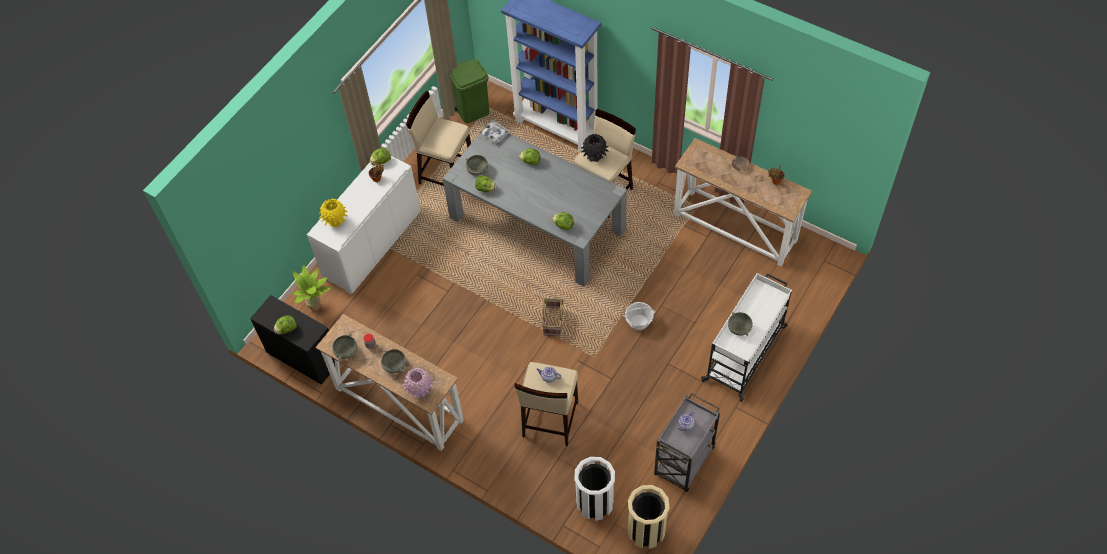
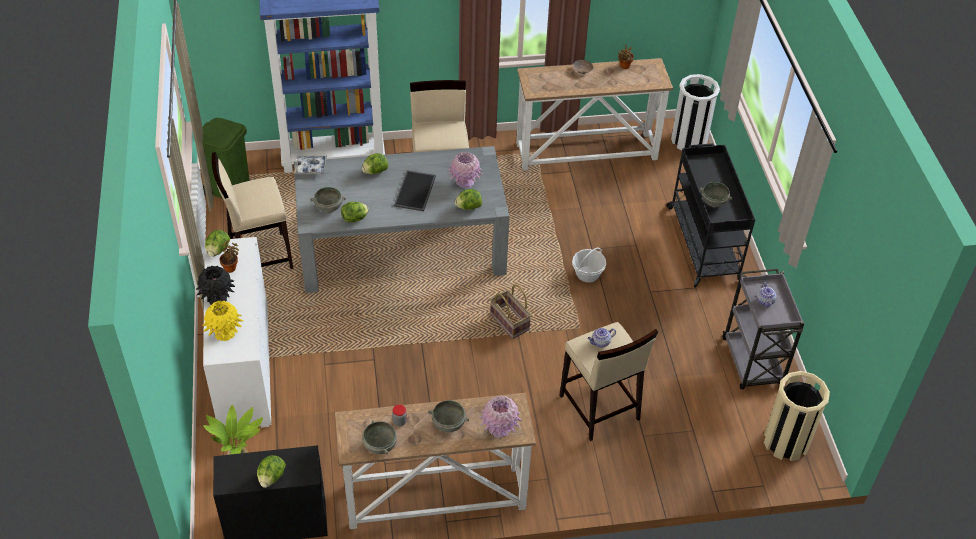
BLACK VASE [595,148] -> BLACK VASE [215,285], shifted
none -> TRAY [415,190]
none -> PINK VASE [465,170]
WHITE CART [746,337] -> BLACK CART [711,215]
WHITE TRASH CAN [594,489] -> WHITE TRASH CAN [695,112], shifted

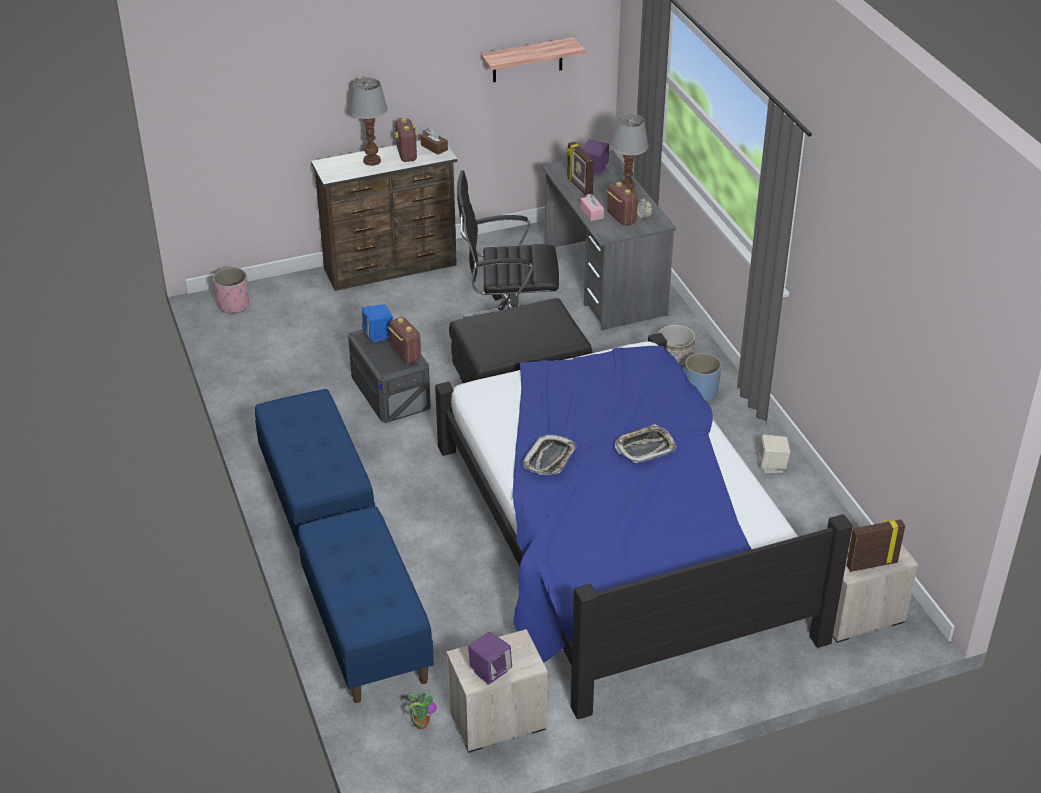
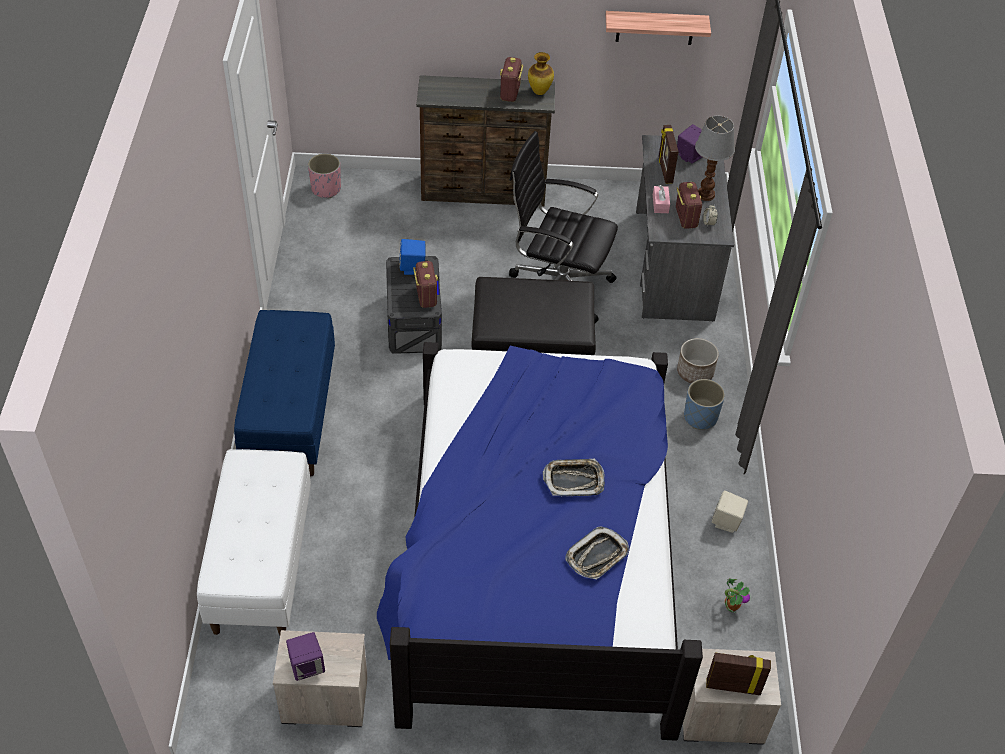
BLUE BENCH [366,604] -> WHITE BENCH [254,542]
BROWN TISSUE BOX [434,141] -> VASE [541,73]
TRAY [549,455] -> TRAY [597,552], shifted
POTTED PLANT [422,710] -> POTTED PLANT [737,595], shifted
TABLE LAMP [368,122] -> none

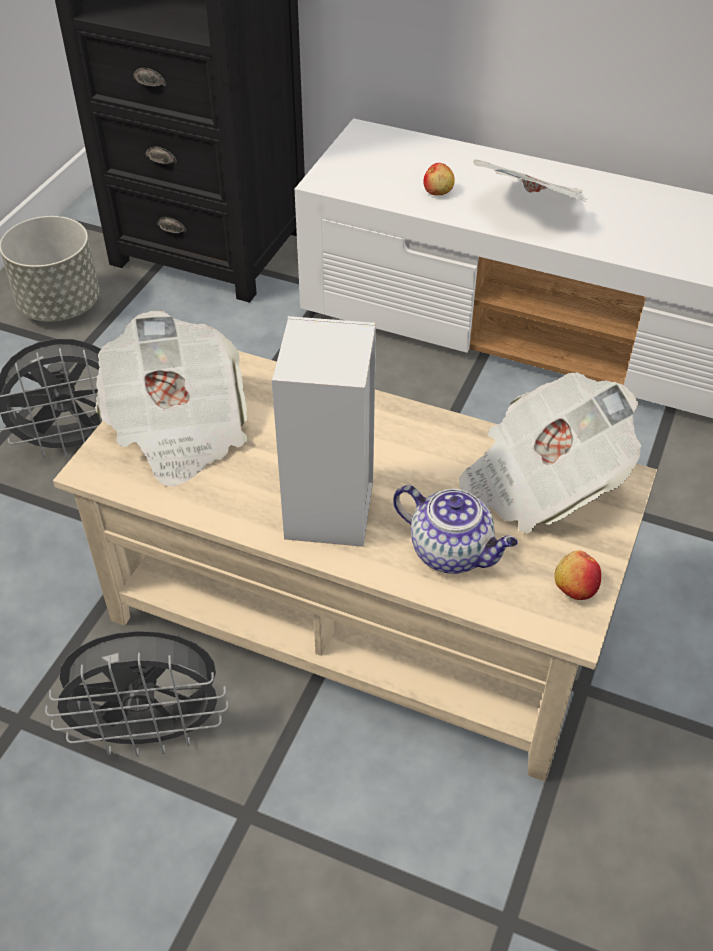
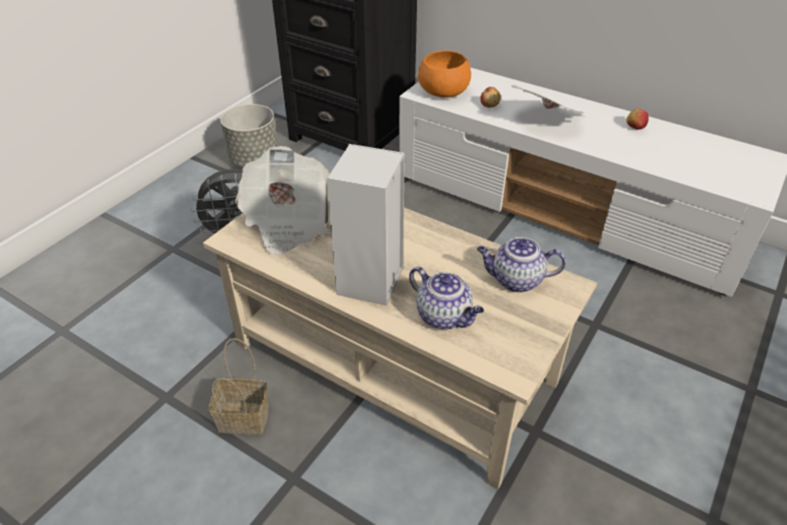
GREY FAN [136,694] -> BASKET [239,386]
none -> ORANGE BOWL [444,74]
NEWSPAPER [550,452] -> TEAPOT [521,264]
APPLE [577,575] -> APPLE [637,118], shifted

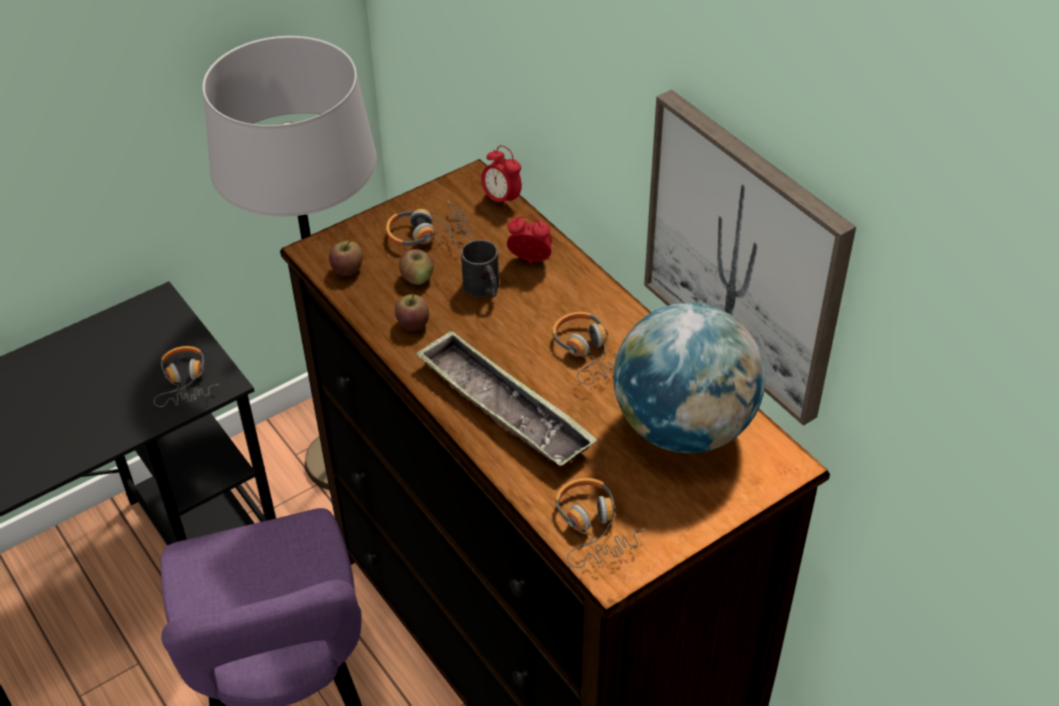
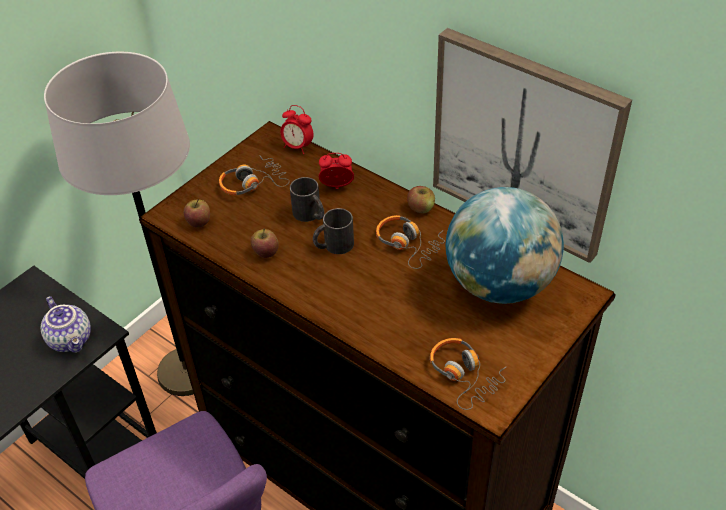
HEADPHONES [186,376] -> TEAPOT [66,324]
none -> BLACK MUG [333,231]
APPLE [416,267] -> APPLE [421,200], shifted
TRAY [506,398] -> none

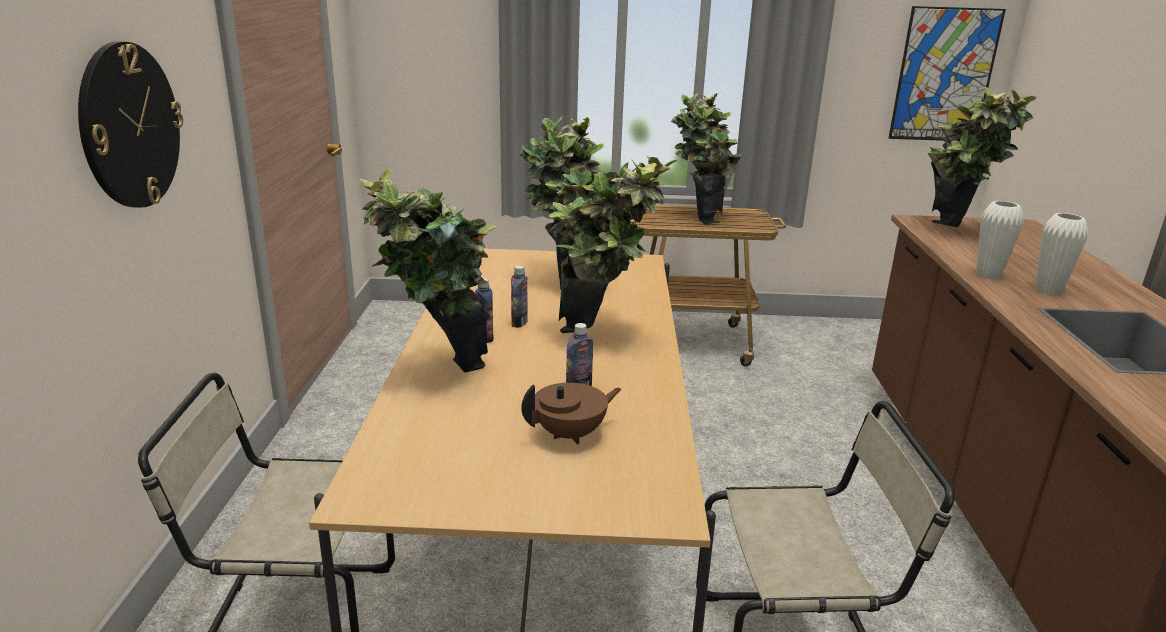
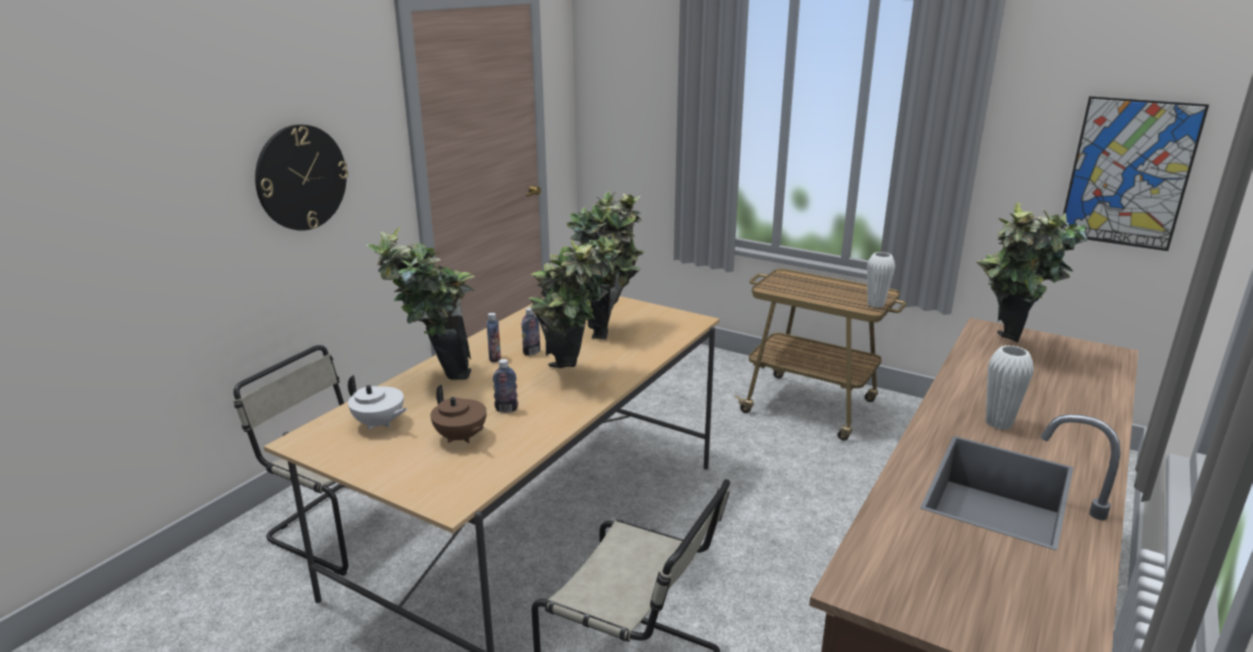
none -> WHITE TEAPOT [378,402]
BROWN TEAPOT [571,414] -> BROWN TEAPOT [458,414], 45 degrees clockwise
WHITE VASE [999,240] -> WHITE VASE [881,280], shifted
POTTED PLANT [706,159] -> none

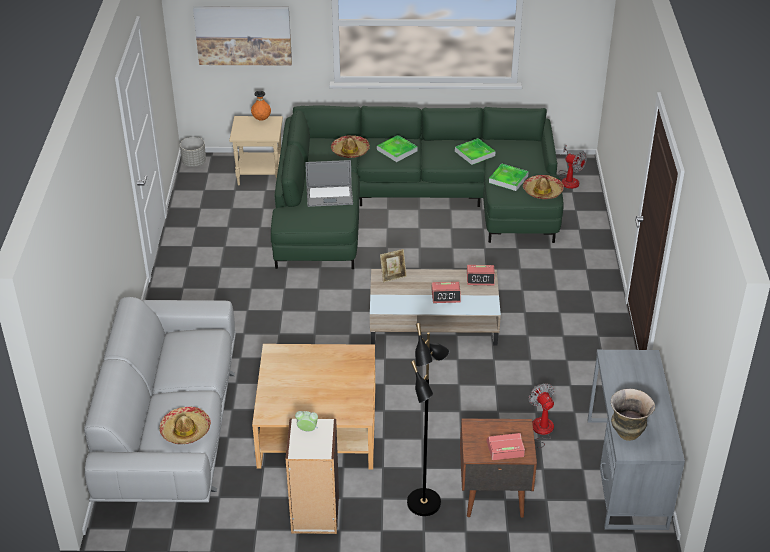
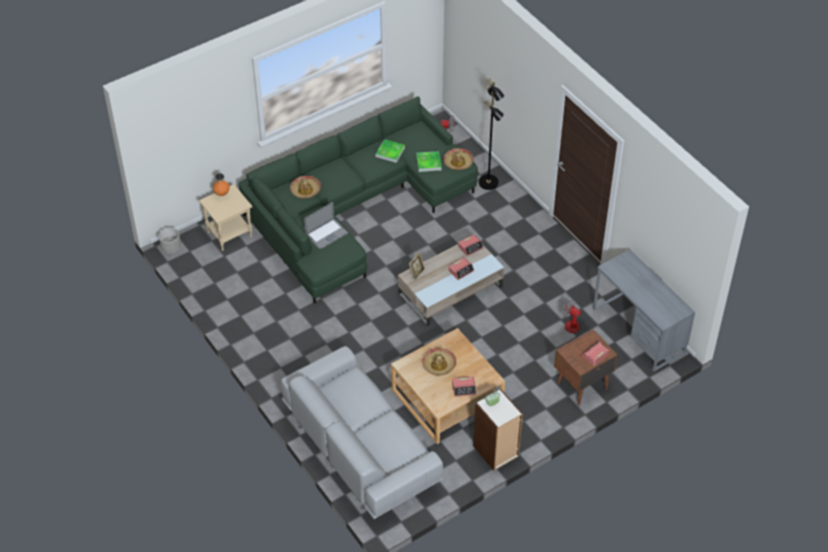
HAT [185,425] -> HAT [439,361], shifted
none -> ALARM CLOCK [464,387]
BLACK FLOOR LAMP [428,419] -> BLACK FLOOR LAMP [491,134], shifted
PICTURE [242,36] -> none
TRAY [397,148] -> none
VASE [633,415] -> none

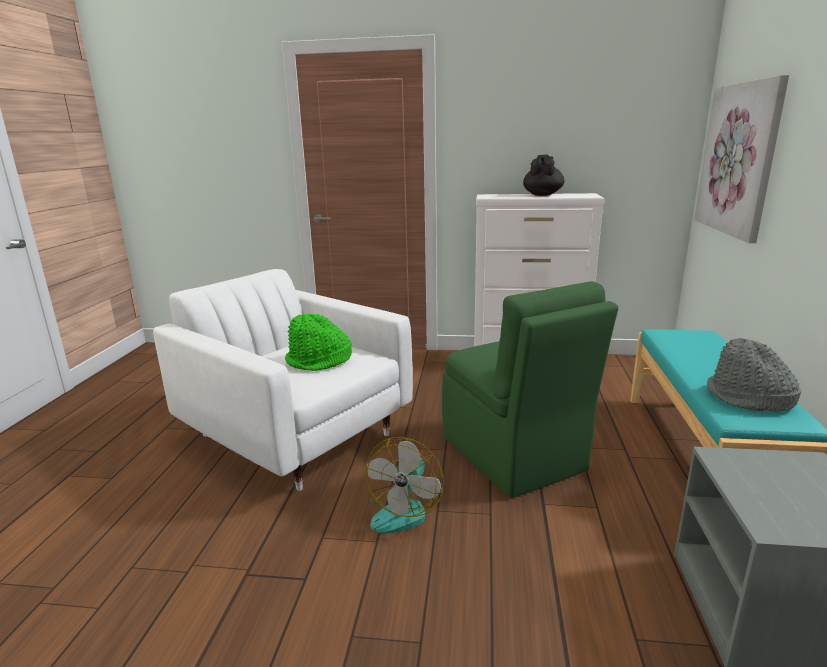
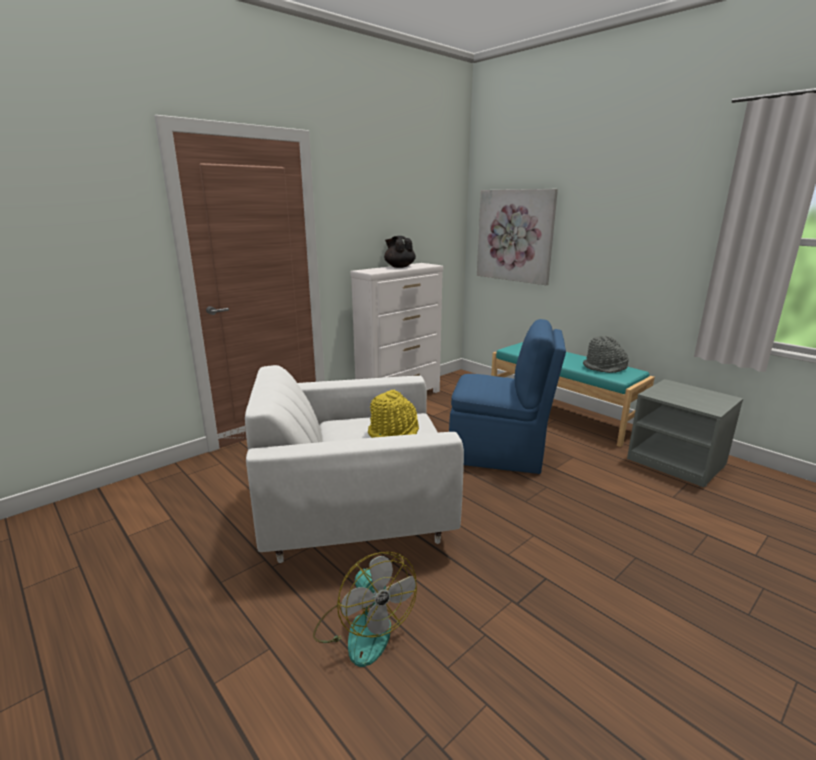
FAN [405,485] -> FAN [365,609], shifted
GREEN HAT [318,342] -> YELLOW HAT [393,414]
GREEN CHAIR [530,389] -> BLUE CHAIR [507,396]

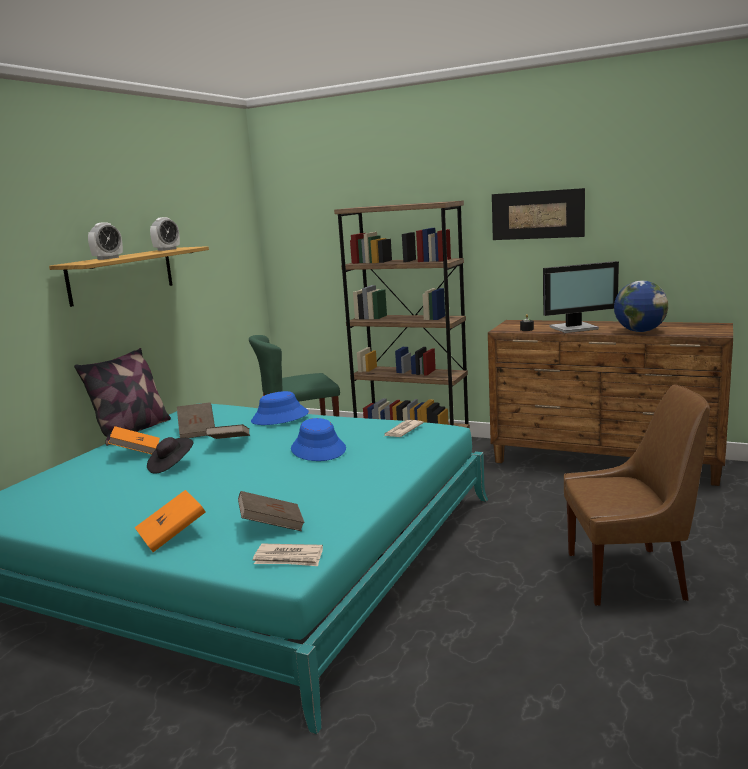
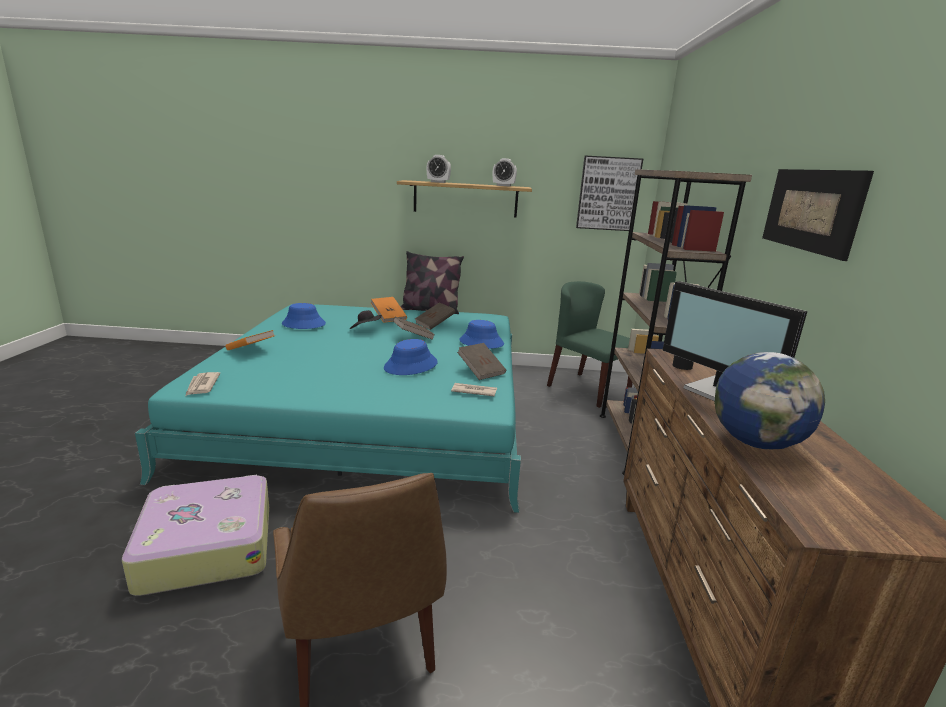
none -> SUITCASE [195,535]
none -> BLUE HAT [304,316]
BROWN BOOK [271,511] -> BROWN BOOK [481,361], shifted
none -> PICTURE [609,193]

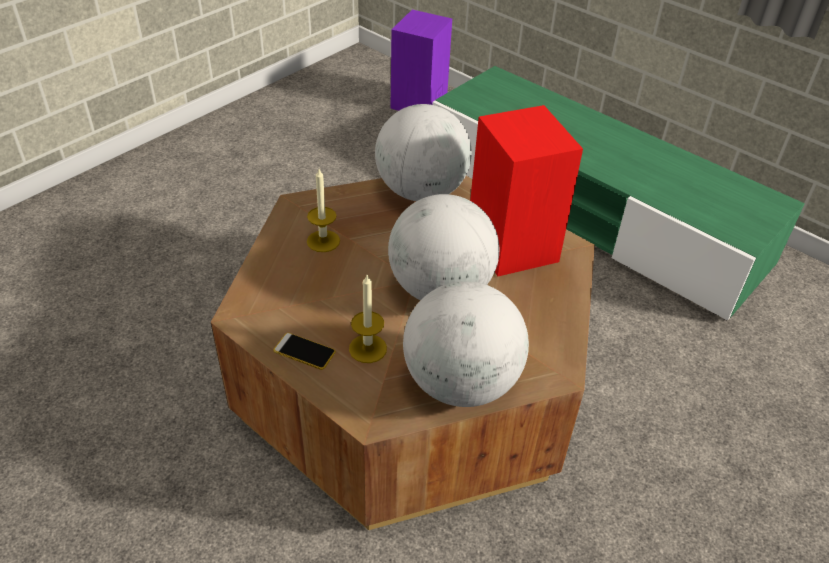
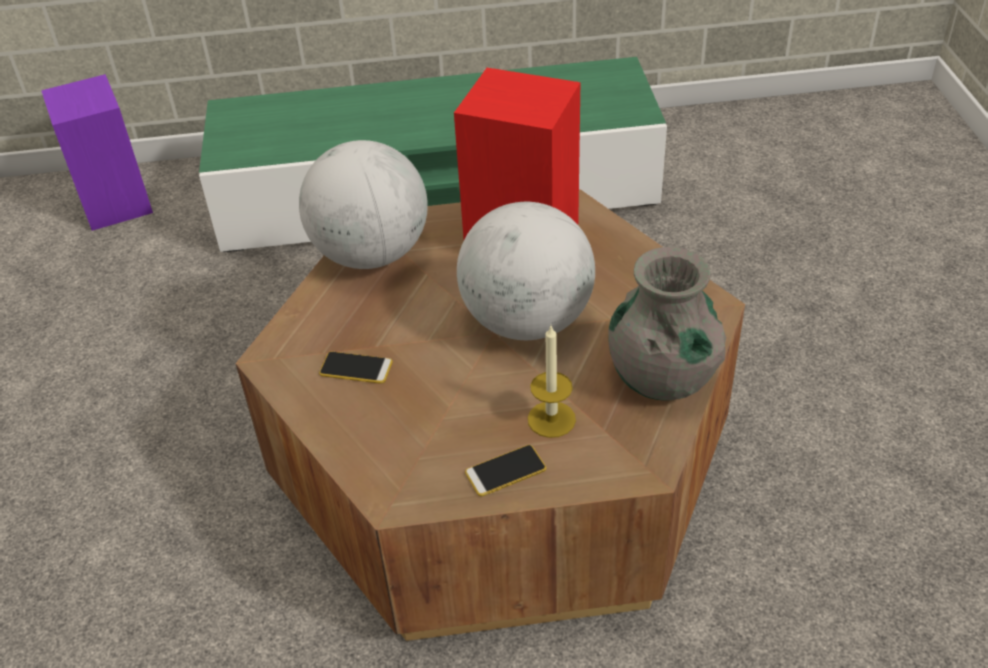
CANDLE [323,210] -> PHONE [356,367]
GLOBE [466,344] -> GREY VASE [667,323]

